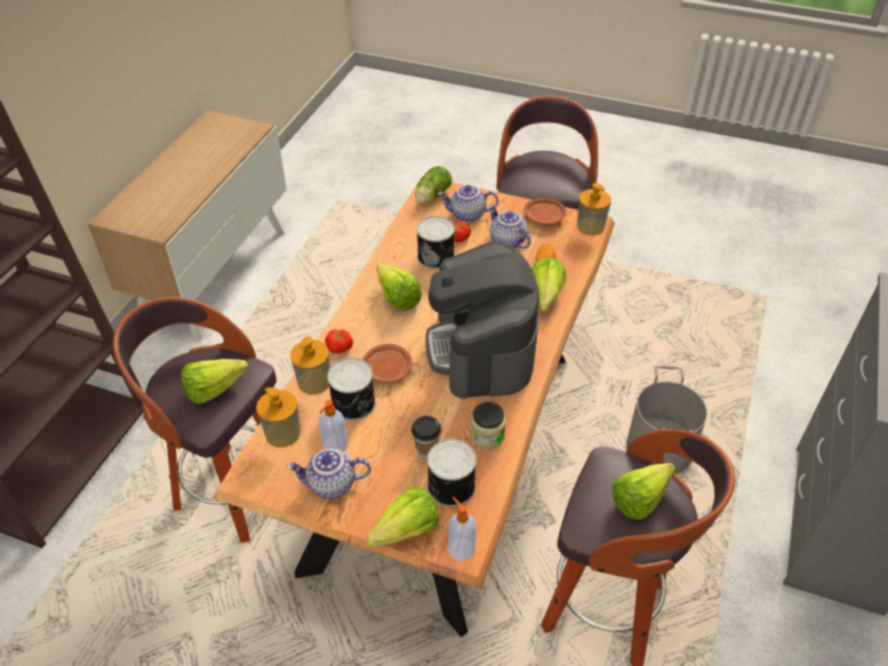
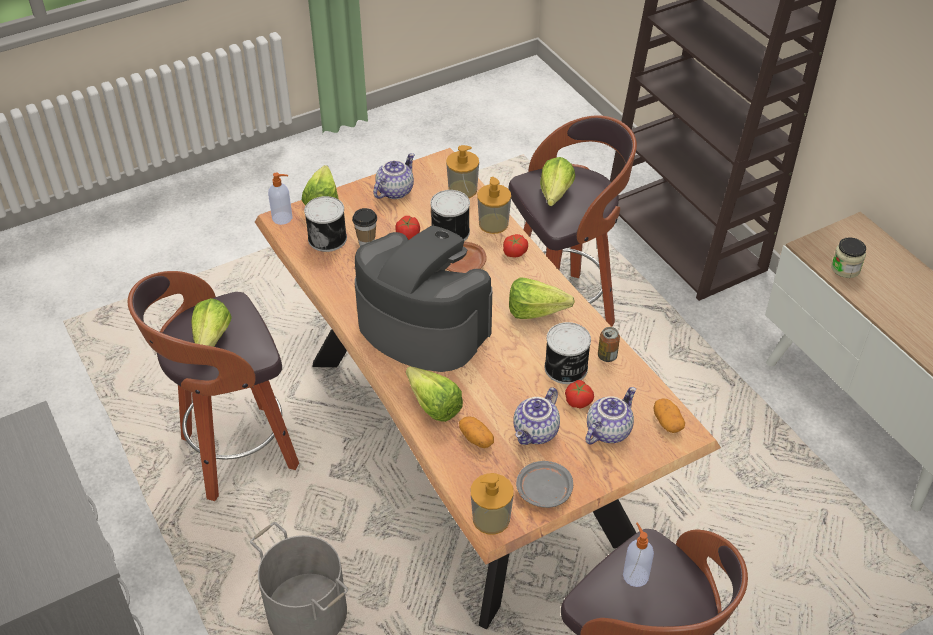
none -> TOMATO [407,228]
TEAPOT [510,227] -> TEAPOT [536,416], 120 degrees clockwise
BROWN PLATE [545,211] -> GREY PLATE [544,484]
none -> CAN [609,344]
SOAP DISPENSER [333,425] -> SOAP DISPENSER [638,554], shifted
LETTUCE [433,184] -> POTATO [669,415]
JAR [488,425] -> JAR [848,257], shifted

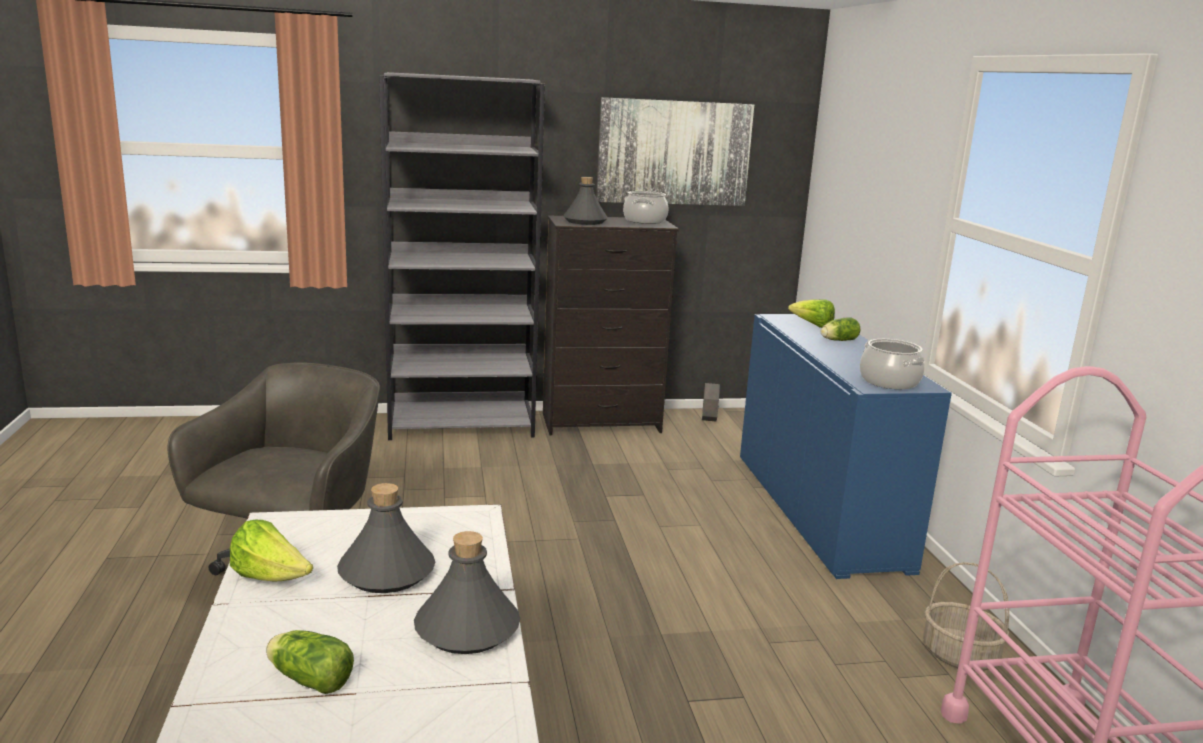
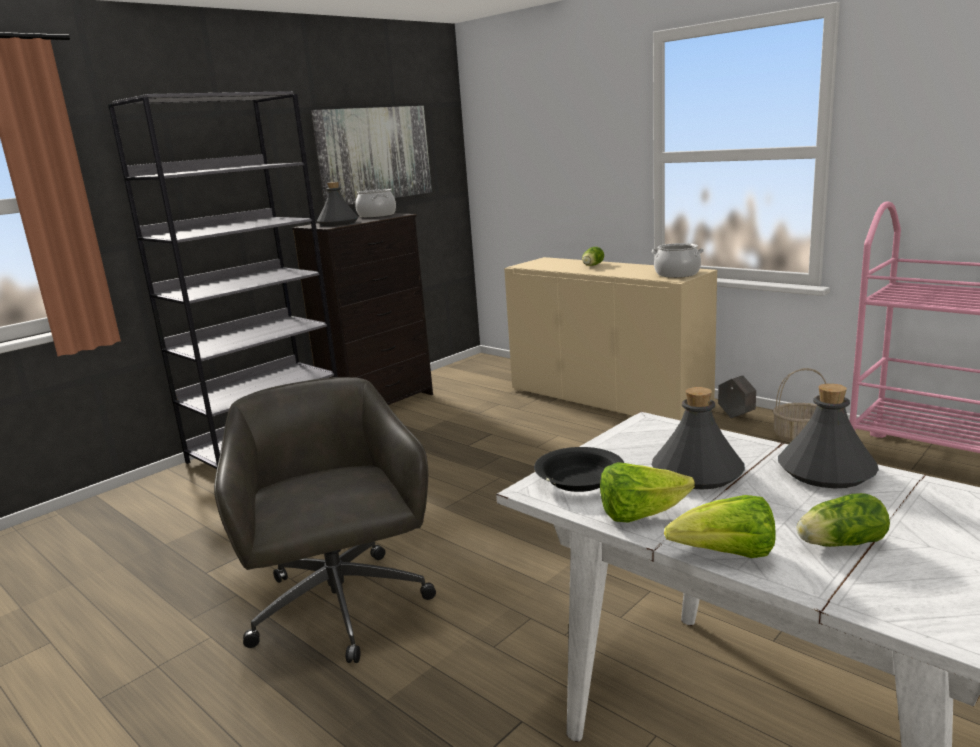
BLUE CABINET [846,446] -> BEIGE CABINET [610,338]
none -> BLACK BOWL [579,469]
LETTUCE [811,314] -> LETTUCE [720,526], shifted
GREY PLANTER [711,402] -> GREY PLANTER [737,396], shifted

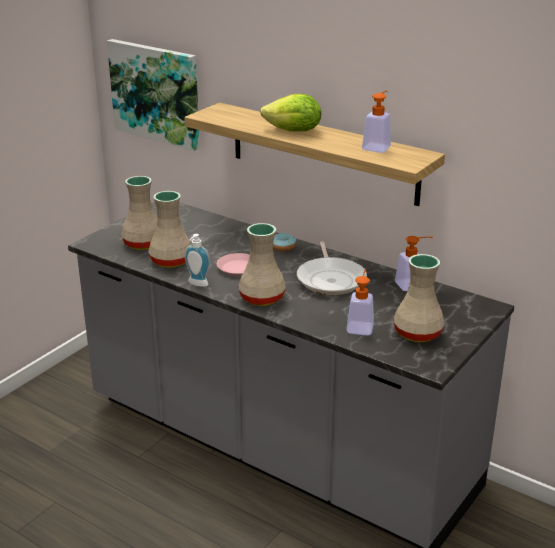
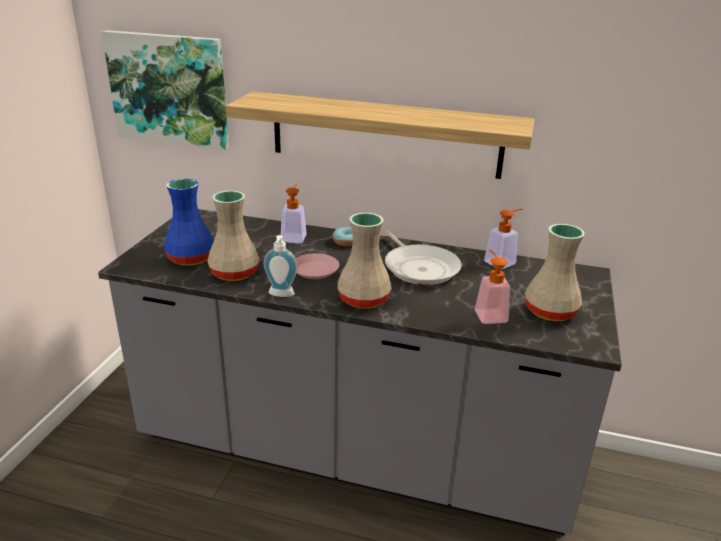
BEIGE VASE [139,213] -> BLUE VASE [189,222]
SOAP DISPENSER [376,121] -> SOAP DISPENSER [294,213], shifted
LETTUCE [290,113] -> none

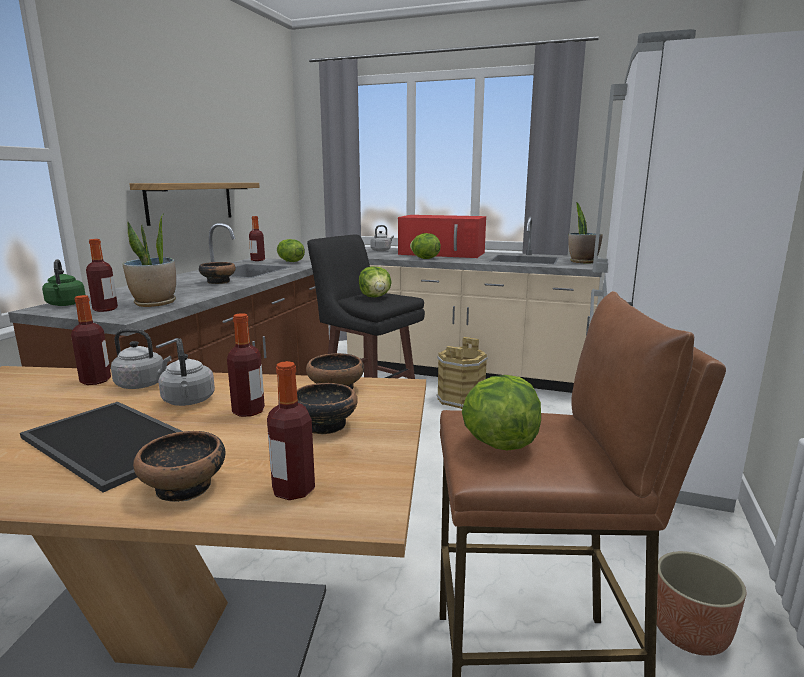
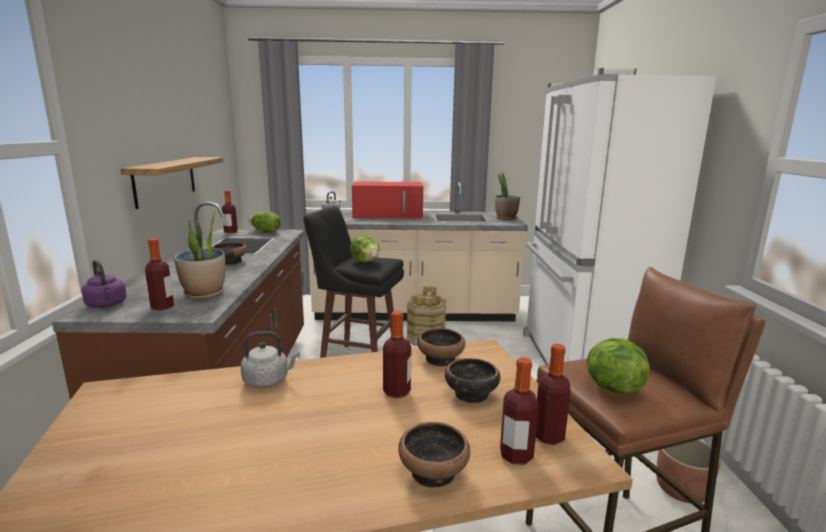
GREEN KETTLE [63,282] -> PURPLE KETTLE [104,284]
BOTTLE [91,340] -> BOTTLE [553,394], shifted
TRAY [101,447] -> none
GREY KETTLE [186,372] -> none
LETTUCE [425,246] -> none

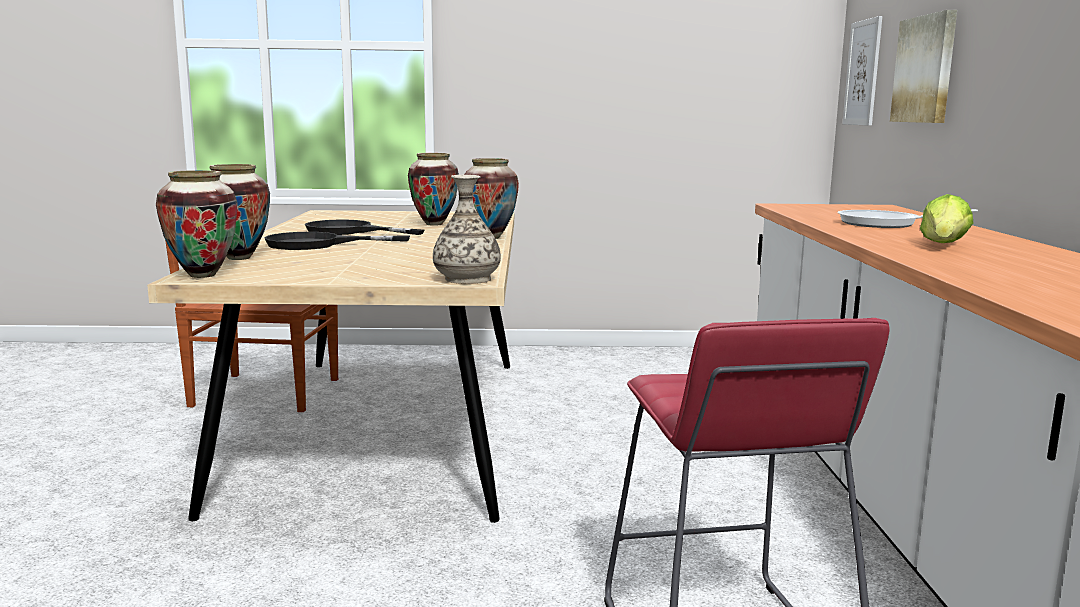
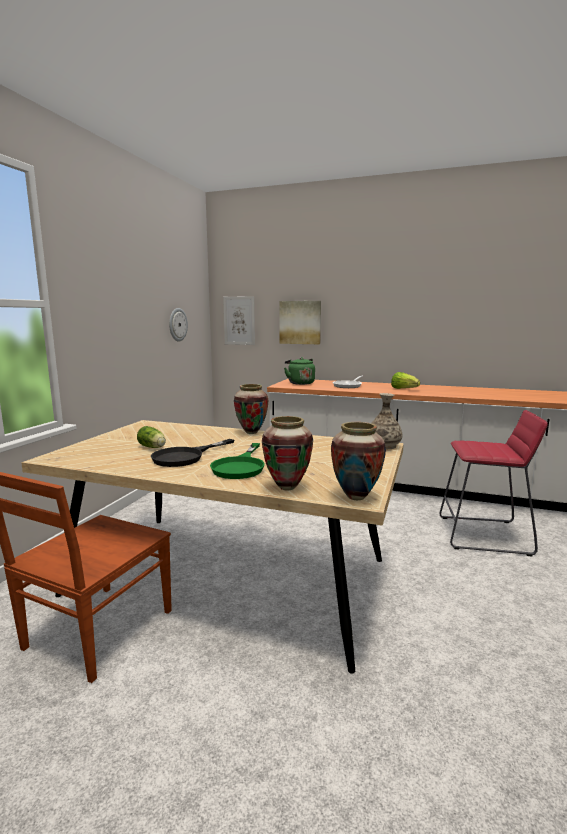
none -> LETTUCE [151,437]
none -> WALL CLOCK [178,325]
BLACK FRYING PAN [337,241] -> GREEN FRYING PAN [237,461]
none -> GREEN KETTLE [299,371]
VASE [433,189] -> none

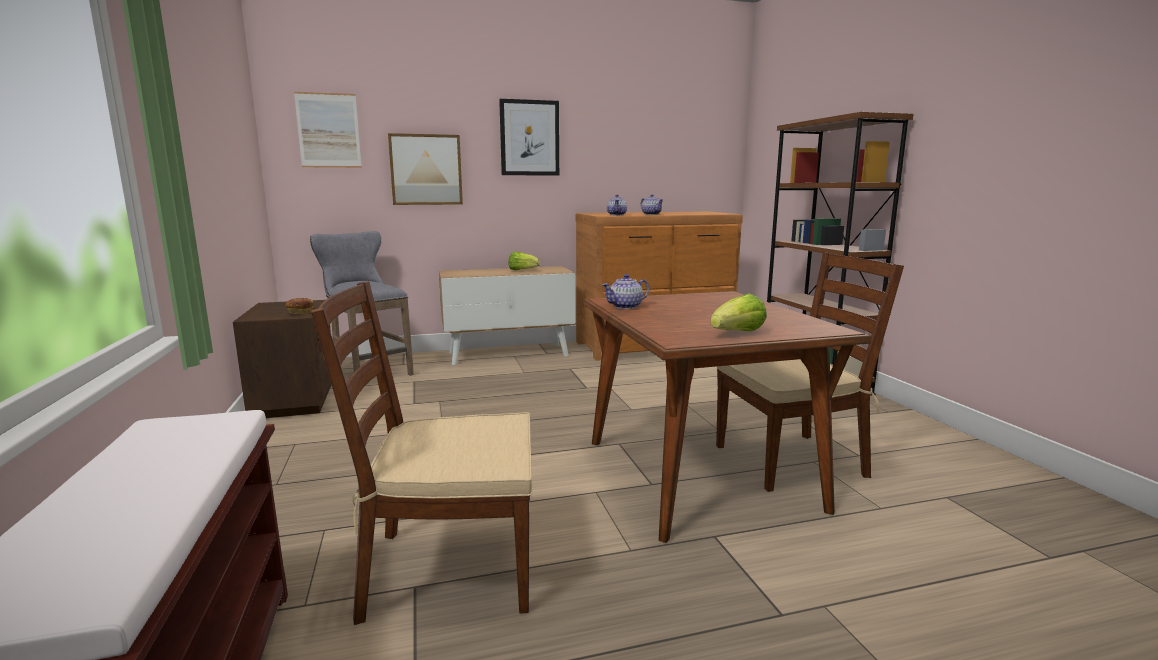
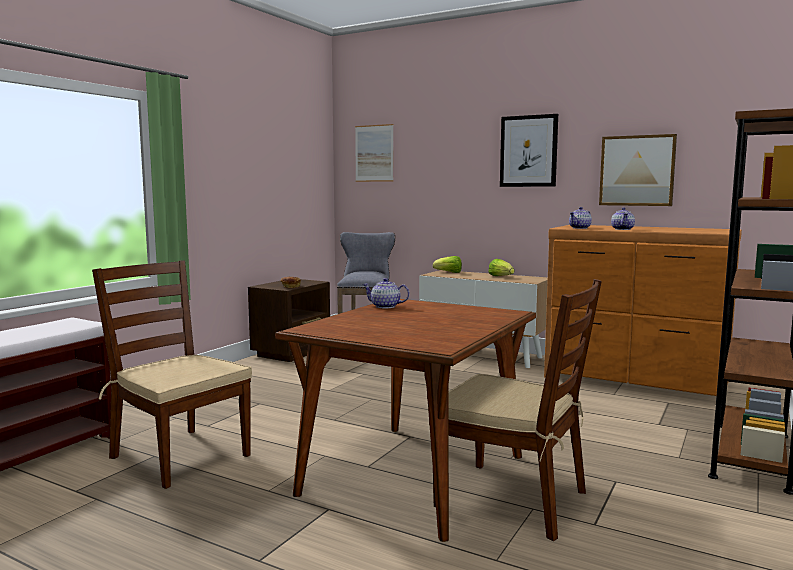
LETTUCE [738,312] -> LETTUCE [447,264], shifted
PICTURE [425,169] -> PICTURE [638,170], shifted

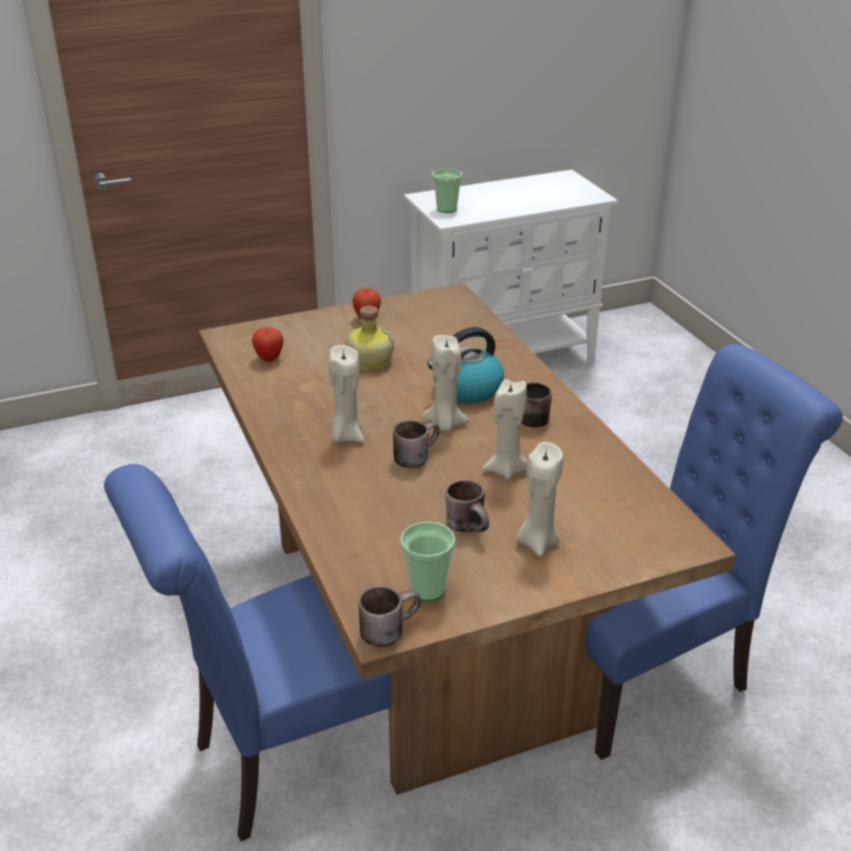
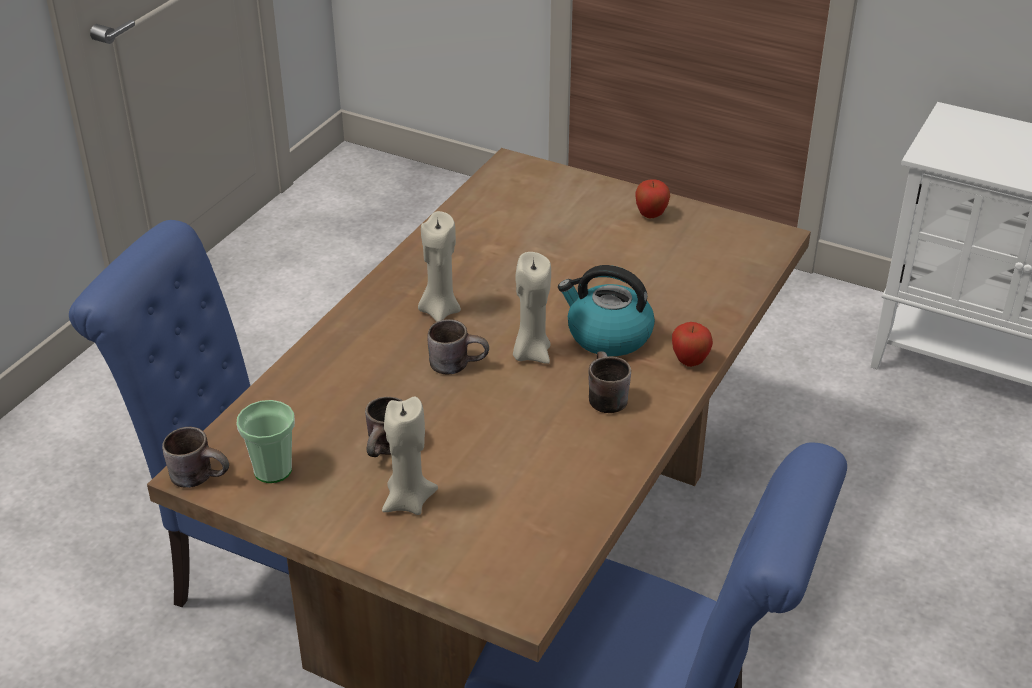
APPLE [268,344] -> APPLE [692,344], shifted
BOTTLE [370,338] -> none
CUP [447,191] -> none
BEIGE CANDLE [504,429] -> none

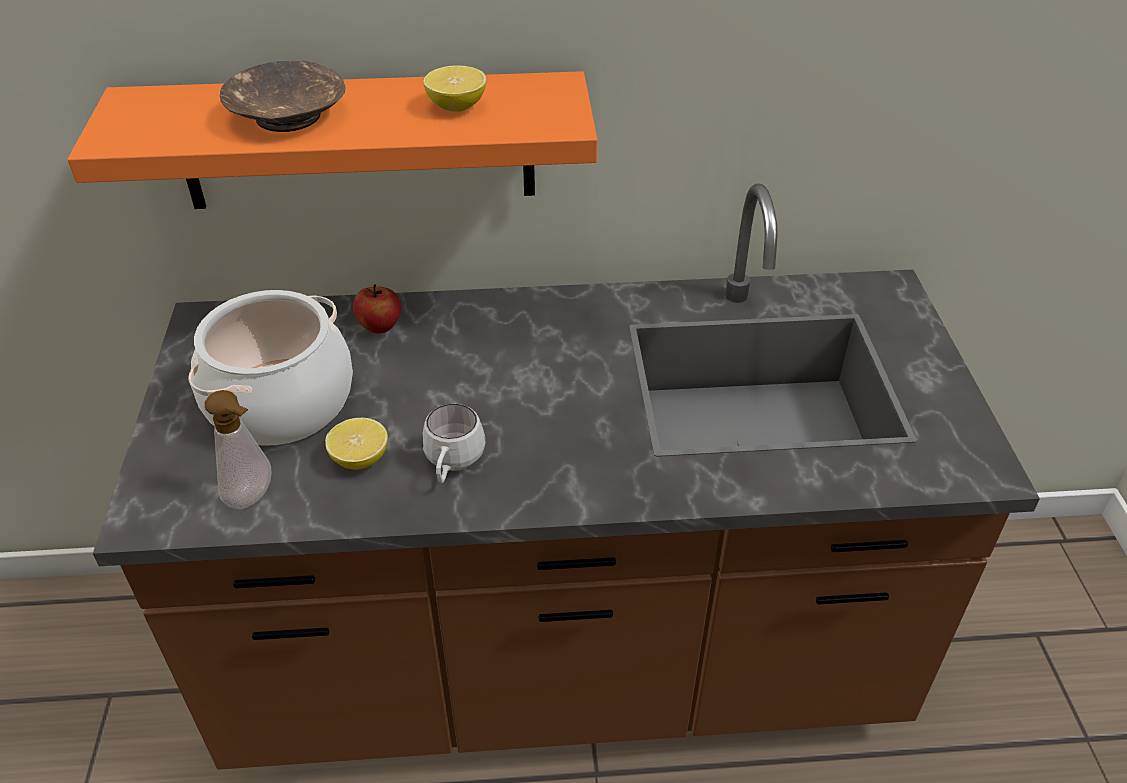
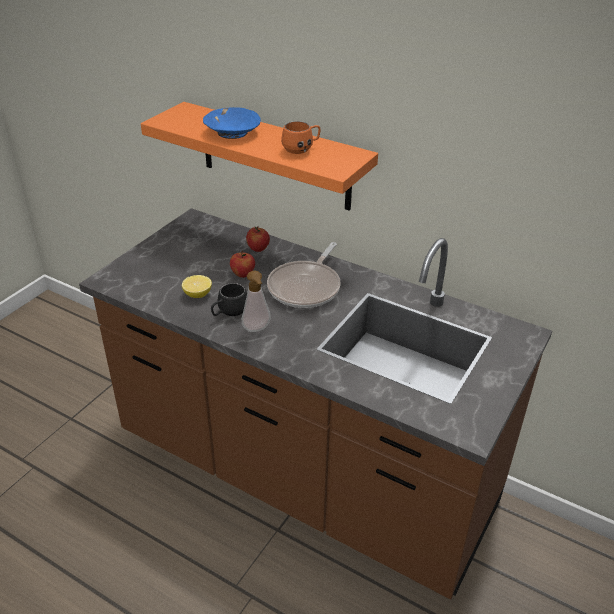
BROWN BOWL [282,96] -> BLUE BOWL [232,123]
WHITE MUG [454,443] -> BLACK MUG [229,299]
none -> APPLE [242,264]
SOAP DISPENSER [238,449] -> SOAP DISPENSER [256,301], shifted
none -> FRYING PAN [304,275]
LEMON [455,89] -> ORANGE MUG [301,137]
COOKING POT [270,368] -> none

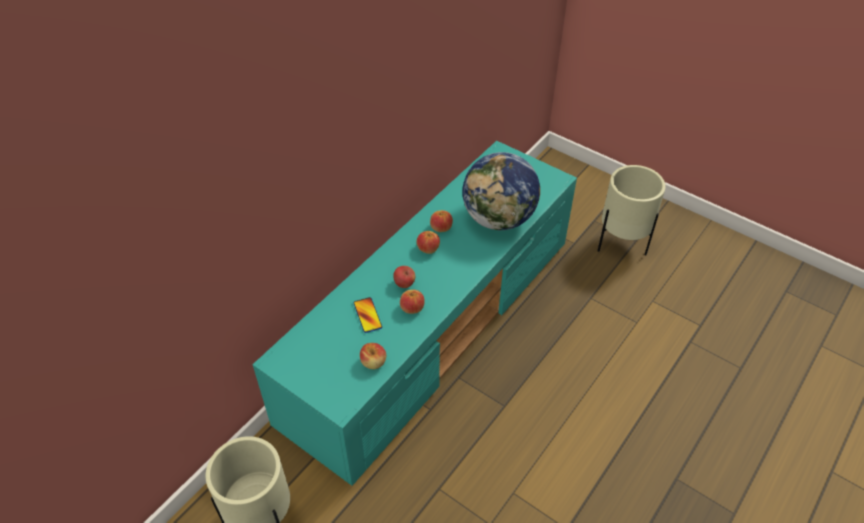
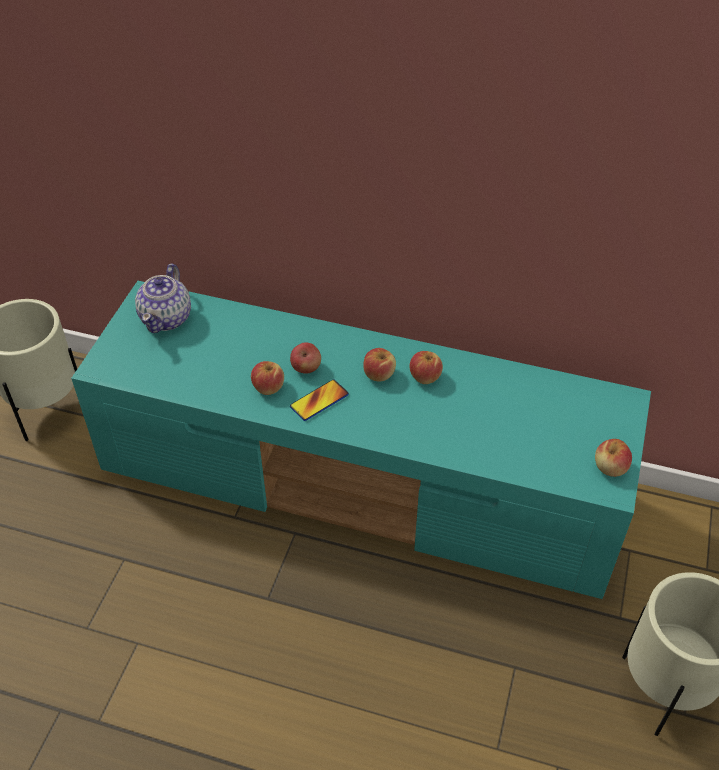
none -> TEAPOT [163,298]
PHONE [367,315] -> PHONE [319,400], shifted
APPLE [373,356] -> APPLE [613,458], shifted
GLOBE [501,191] -> none

